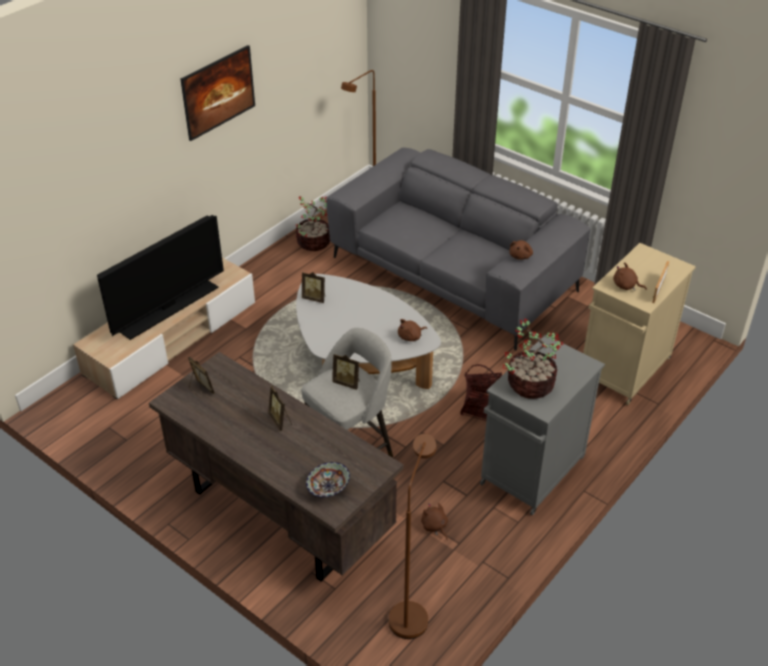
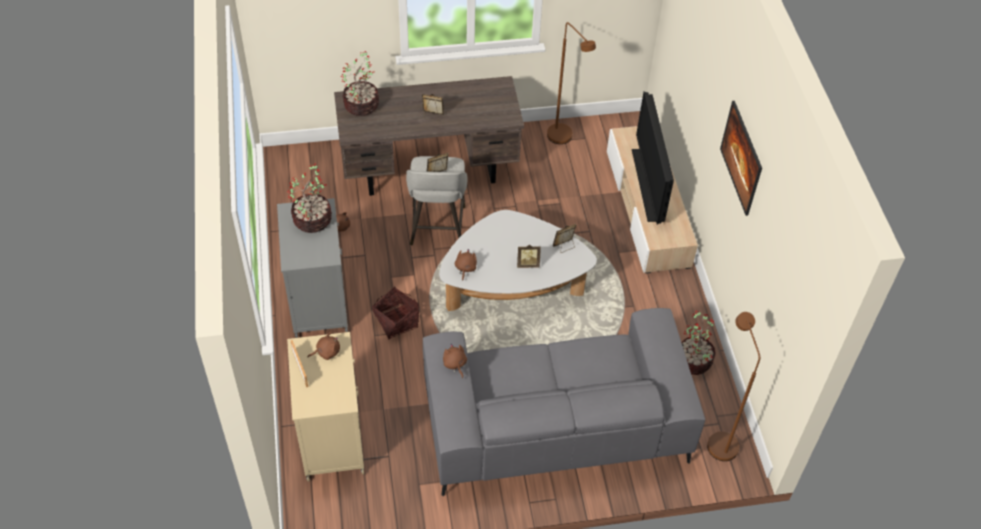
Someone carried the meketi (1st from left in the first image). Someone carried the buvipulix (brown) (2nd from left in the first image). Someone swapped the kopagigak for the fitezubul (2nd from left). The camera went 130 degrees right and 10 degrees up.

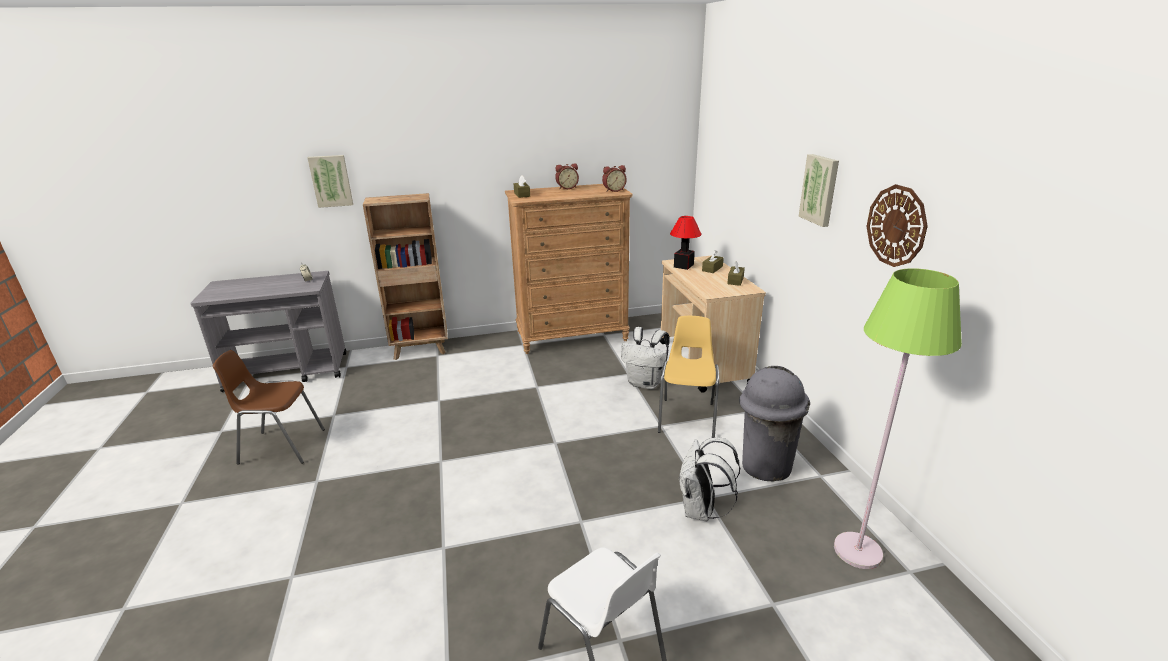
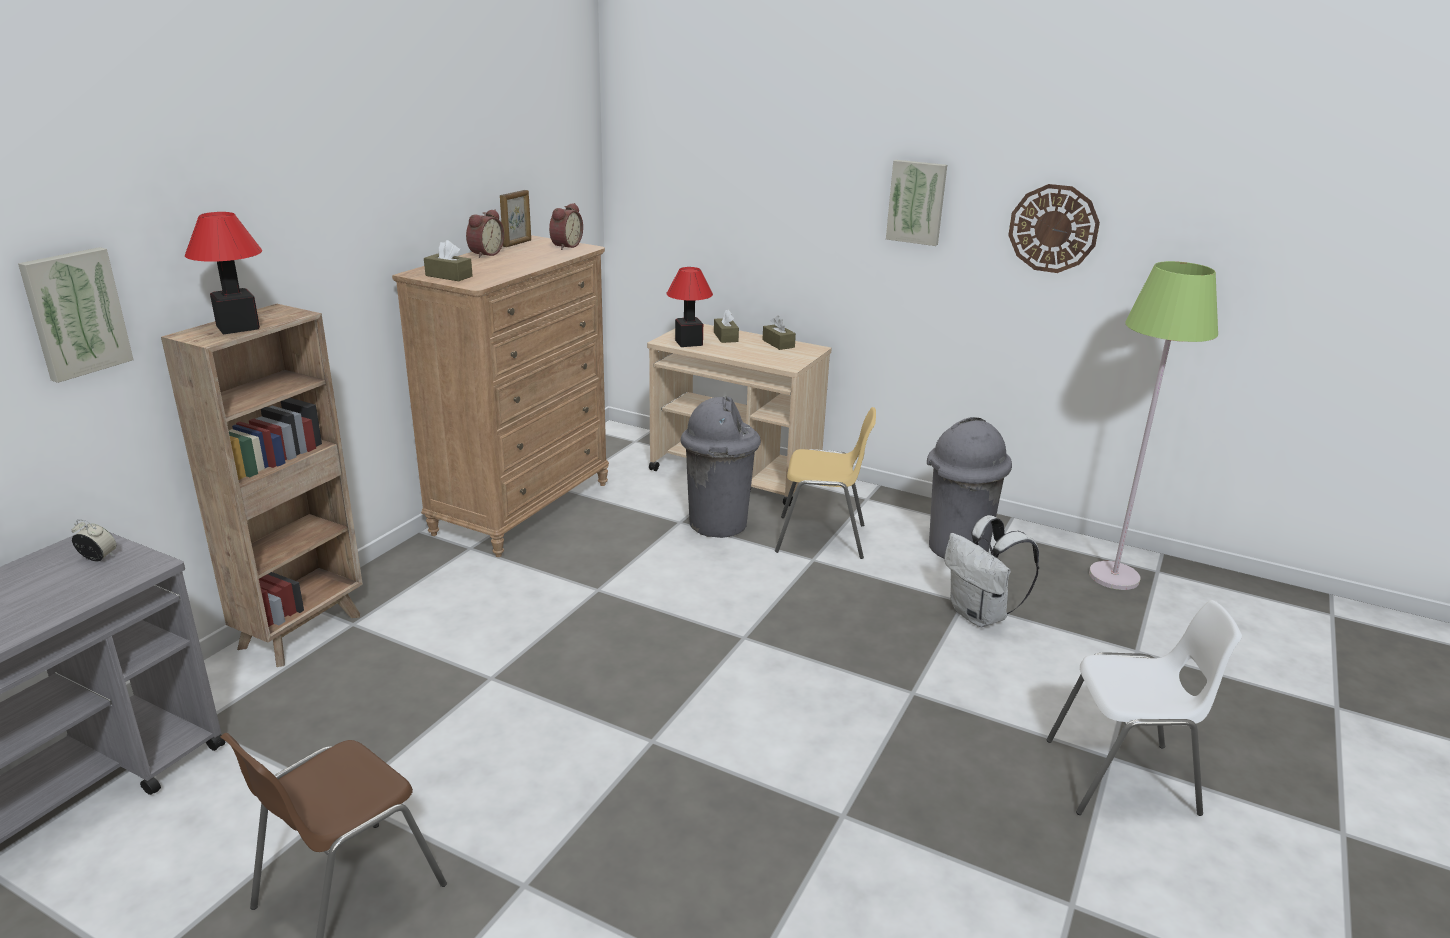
Someone rotated the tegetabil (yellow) by 135 degrees clockwise. Someone swapped the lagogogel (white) (1st from left) for the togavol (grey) (1st from left). Someone put down the meketi. Someone put down the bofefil (1st from left). The camera went 50 degrees left and 0 degrees up.

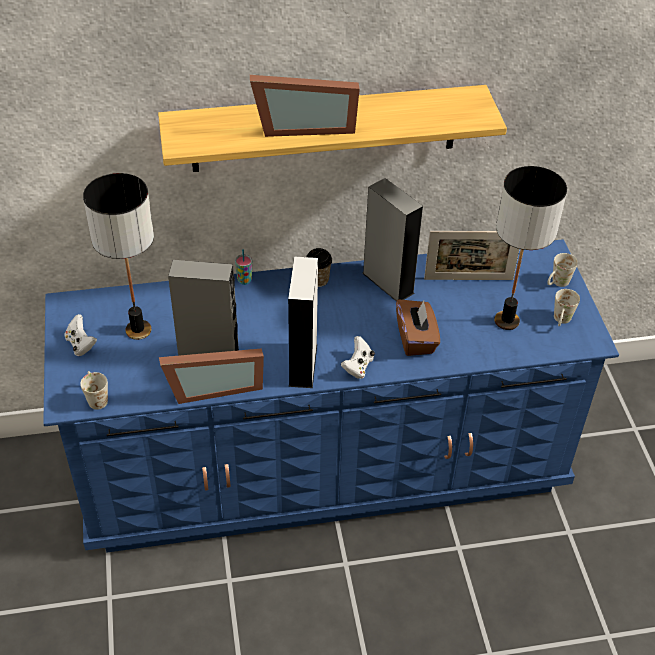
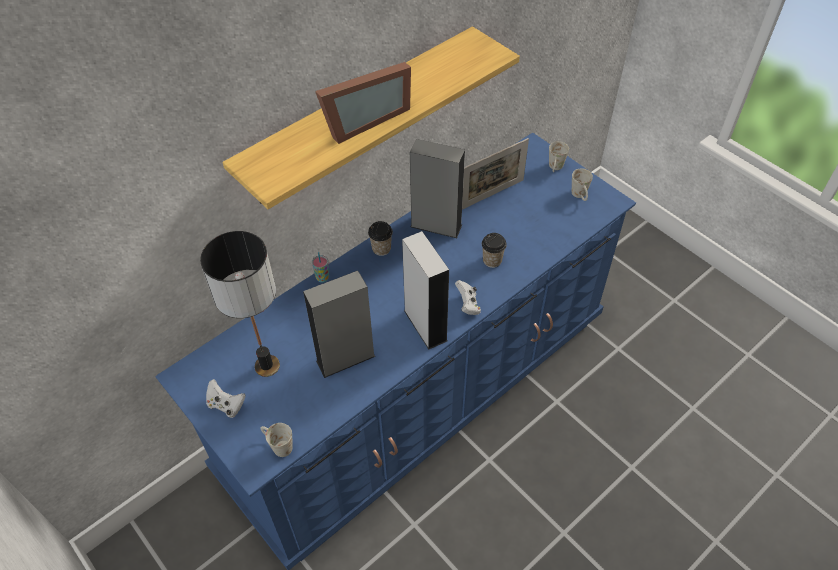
Someone took away the bofefil (2nd from left). Someone swapped the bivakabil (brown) for the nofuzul (3rd from left). Someone took away the meketi (1st from left). The camera went 30 degrees left and 5 degrees up.

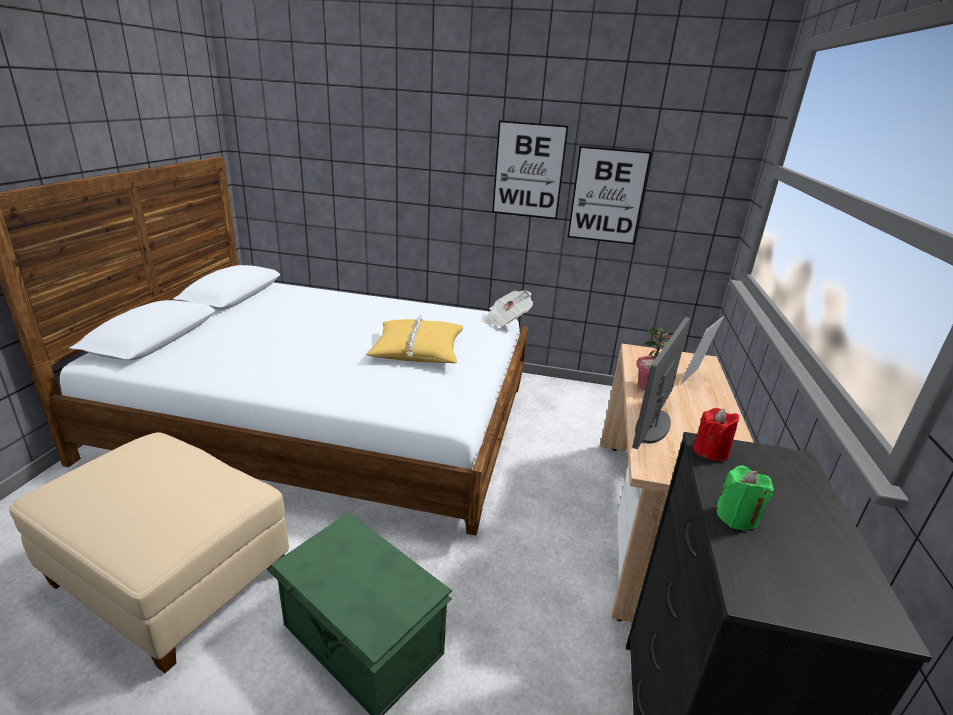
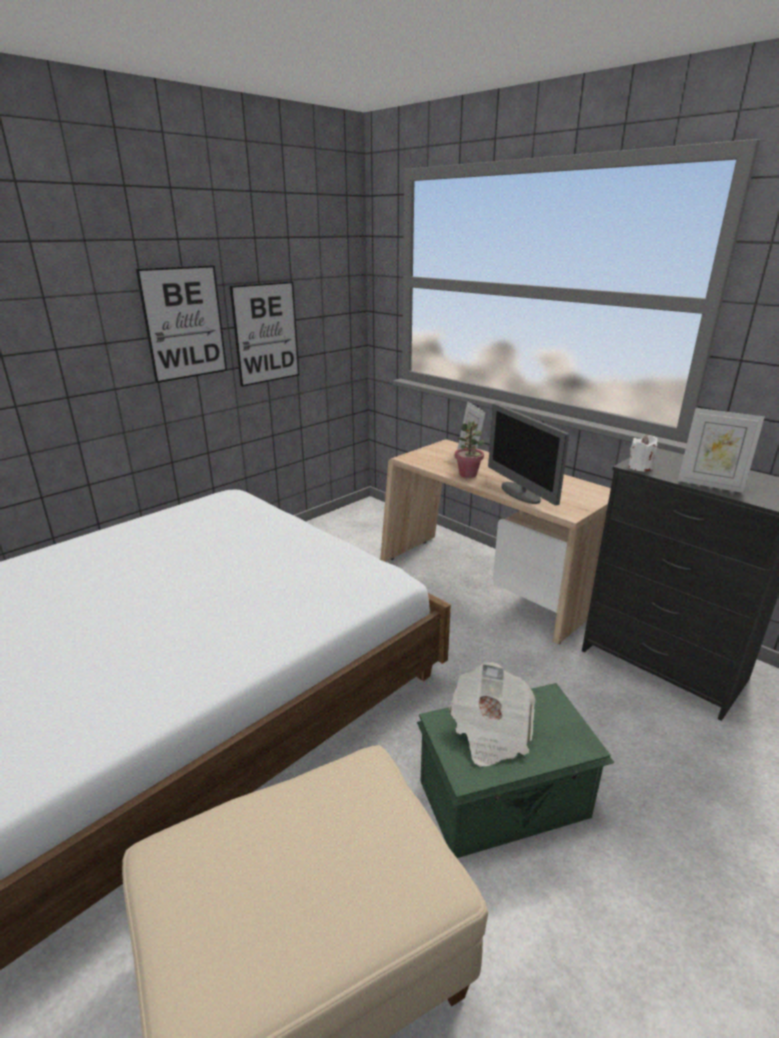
Someone carried the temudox. Someone took away the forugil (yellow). Someone repainted the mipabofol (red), which became the mipabofol (white). Someone swapped the mipabofol (green) for the meketi (2nd from left). The camera went 55 degrees left and 0 degrees up.

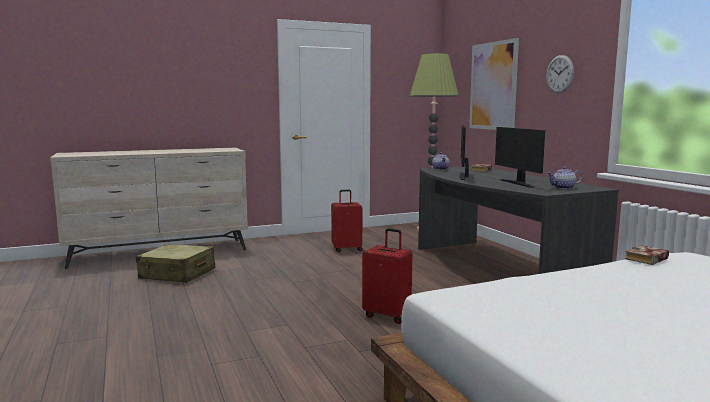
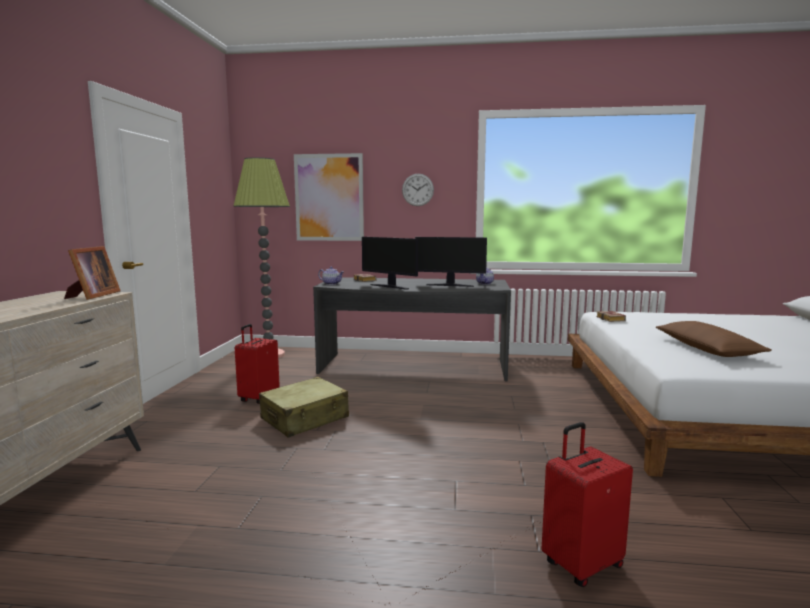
Someone carried the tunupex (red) (2nd from left). Someone carried the tunupex (beige). Someone put down the meketi. Someone put down the forugil (brown). The camera went 60 degrees left and 0 degrees up.

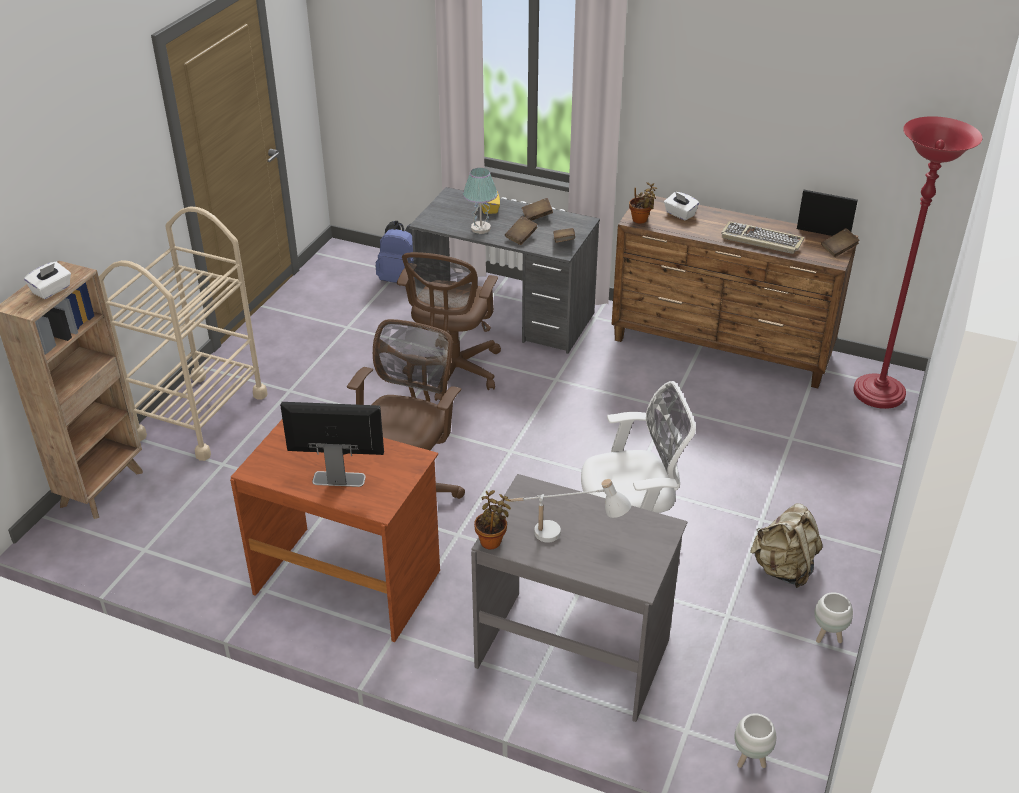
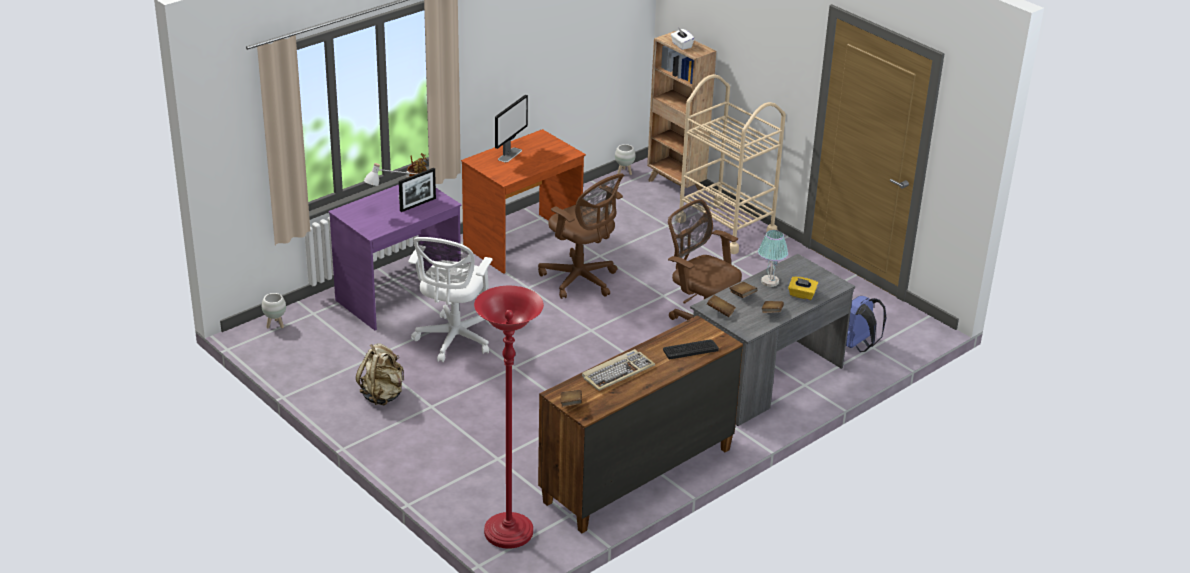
Someone took away the fitezubul (2nd from left). Someone carried the meketi. Someone swapped the bivakabil (white) (2nd from left) for the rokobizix (2nd from left). Someone repainted the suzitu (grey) (2nd from left), which became the suzitu (purple). Someone carried the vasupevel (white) (2nd from left). The camera went 115 degrees right and 5 degrees down.

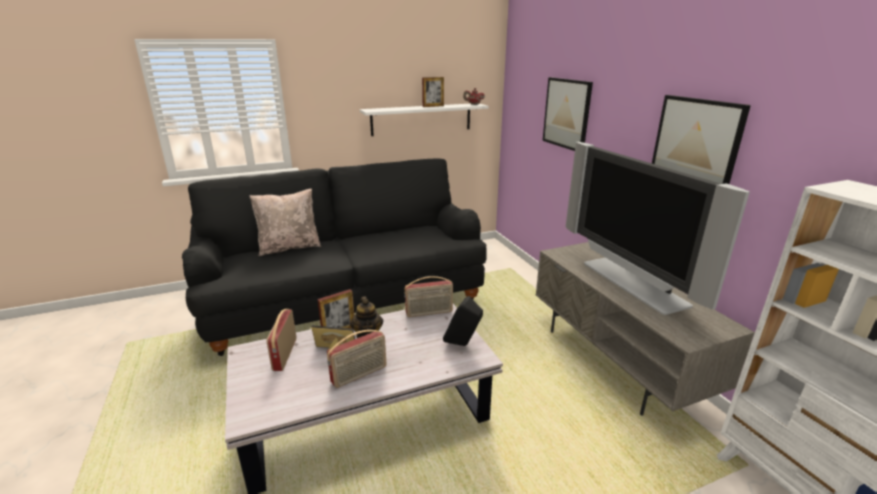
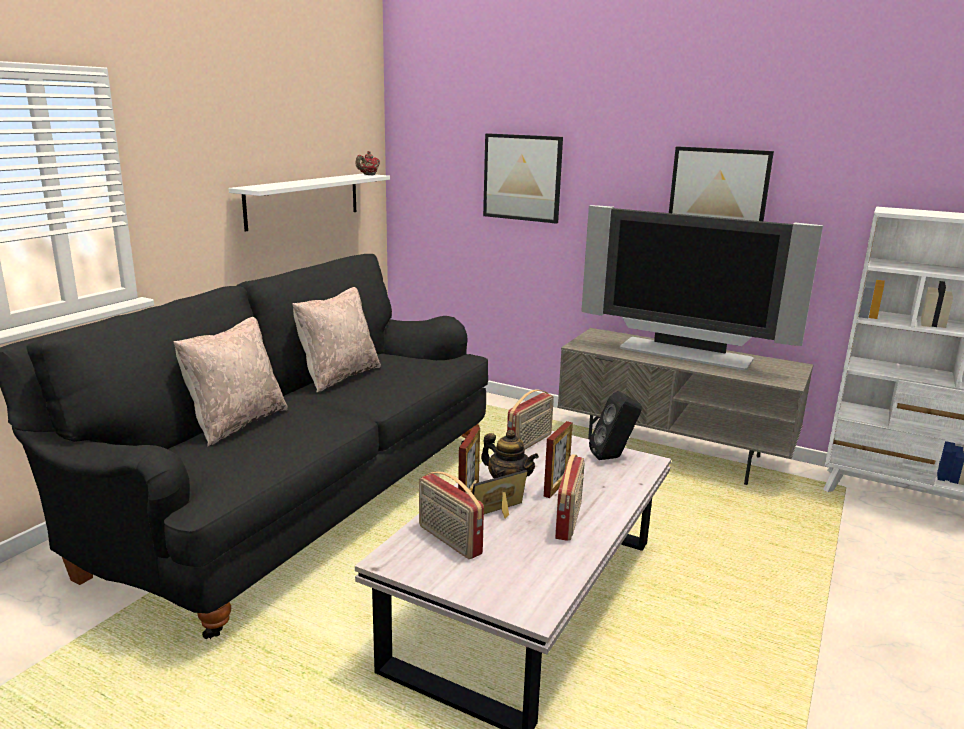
Someone carried the meketi (3rd from left). Someone put down the forugil (beige) (2nd from left). The camera went 40 degrees left and 5 degrees down.

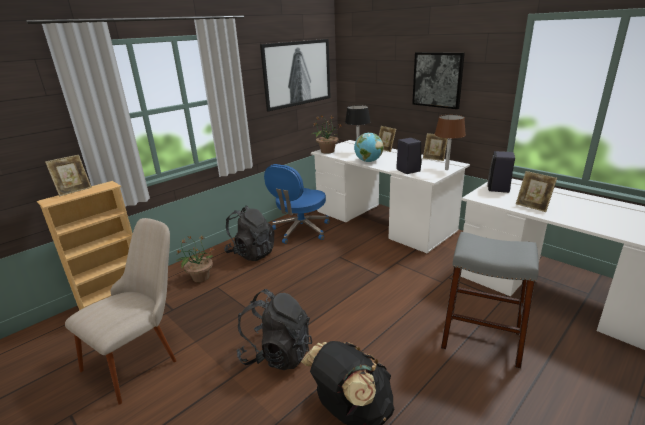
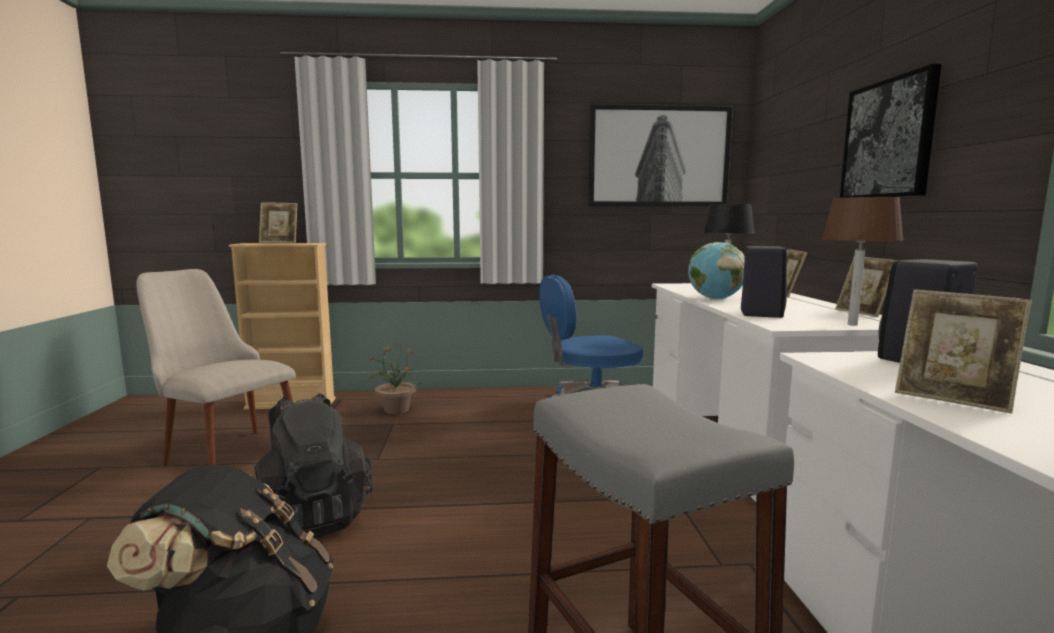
Someone took away the fitezubul (2nd from left). Someone rotated the meketi (4th from left) by 45 degrees counterclockwise. Someone took away the lagogogel (black) (1st from left). Someone rotated the tegetabil (beige) by 135 degrees counterclockwise. The camera went 40 degrees right and 15 degrees down.

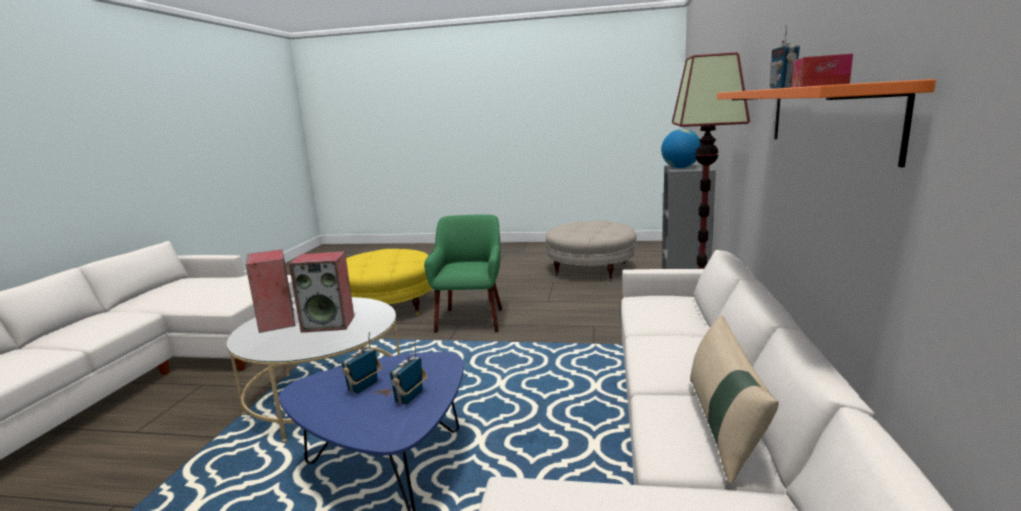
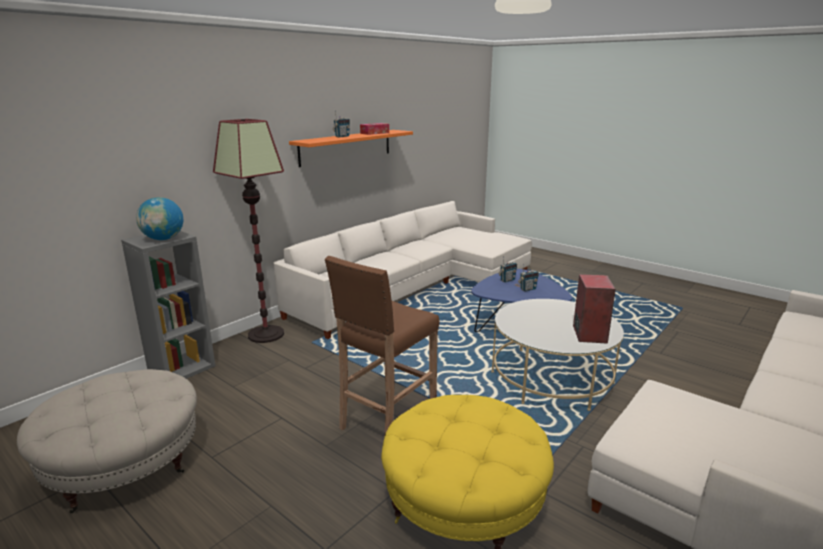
Someone swapped the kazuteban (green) for the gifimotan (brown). Someone took away the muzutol (2nd from left). Someone took away the forugil (beige). The camera went 150 degrees left and 5 degrees up.

